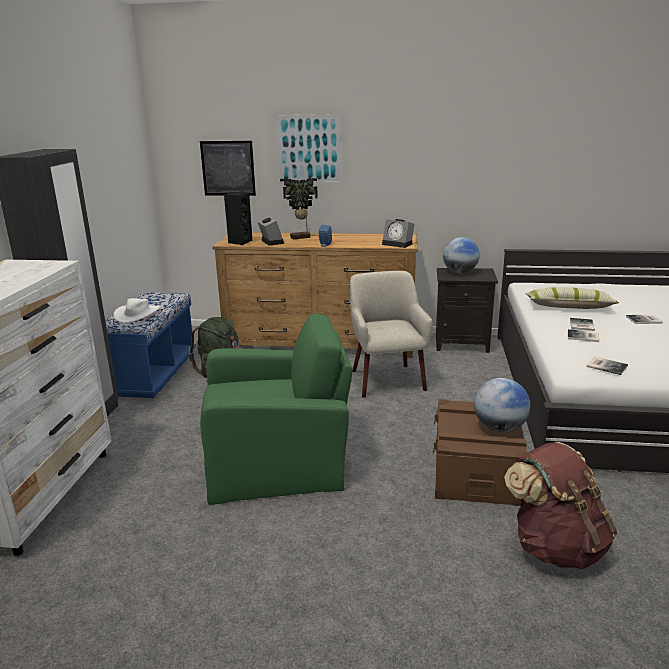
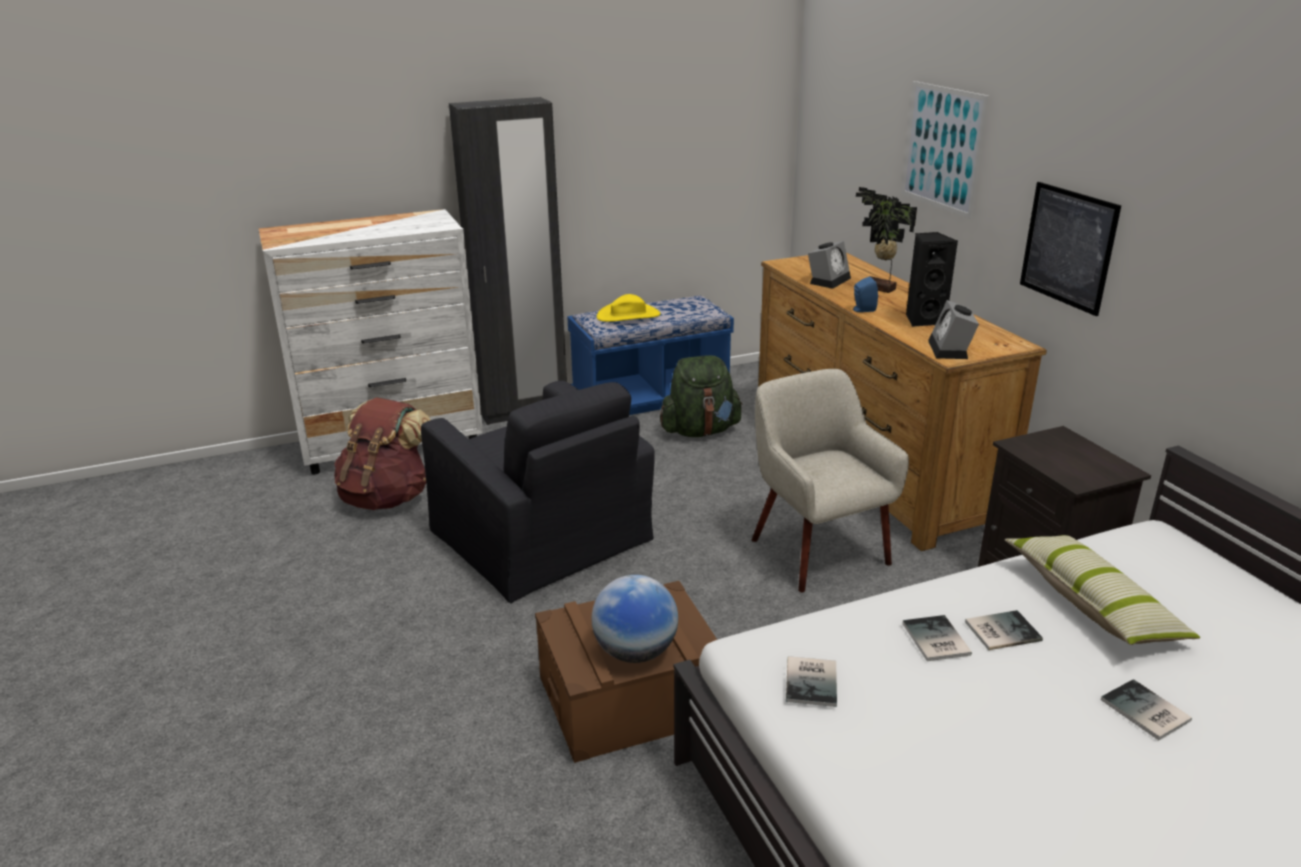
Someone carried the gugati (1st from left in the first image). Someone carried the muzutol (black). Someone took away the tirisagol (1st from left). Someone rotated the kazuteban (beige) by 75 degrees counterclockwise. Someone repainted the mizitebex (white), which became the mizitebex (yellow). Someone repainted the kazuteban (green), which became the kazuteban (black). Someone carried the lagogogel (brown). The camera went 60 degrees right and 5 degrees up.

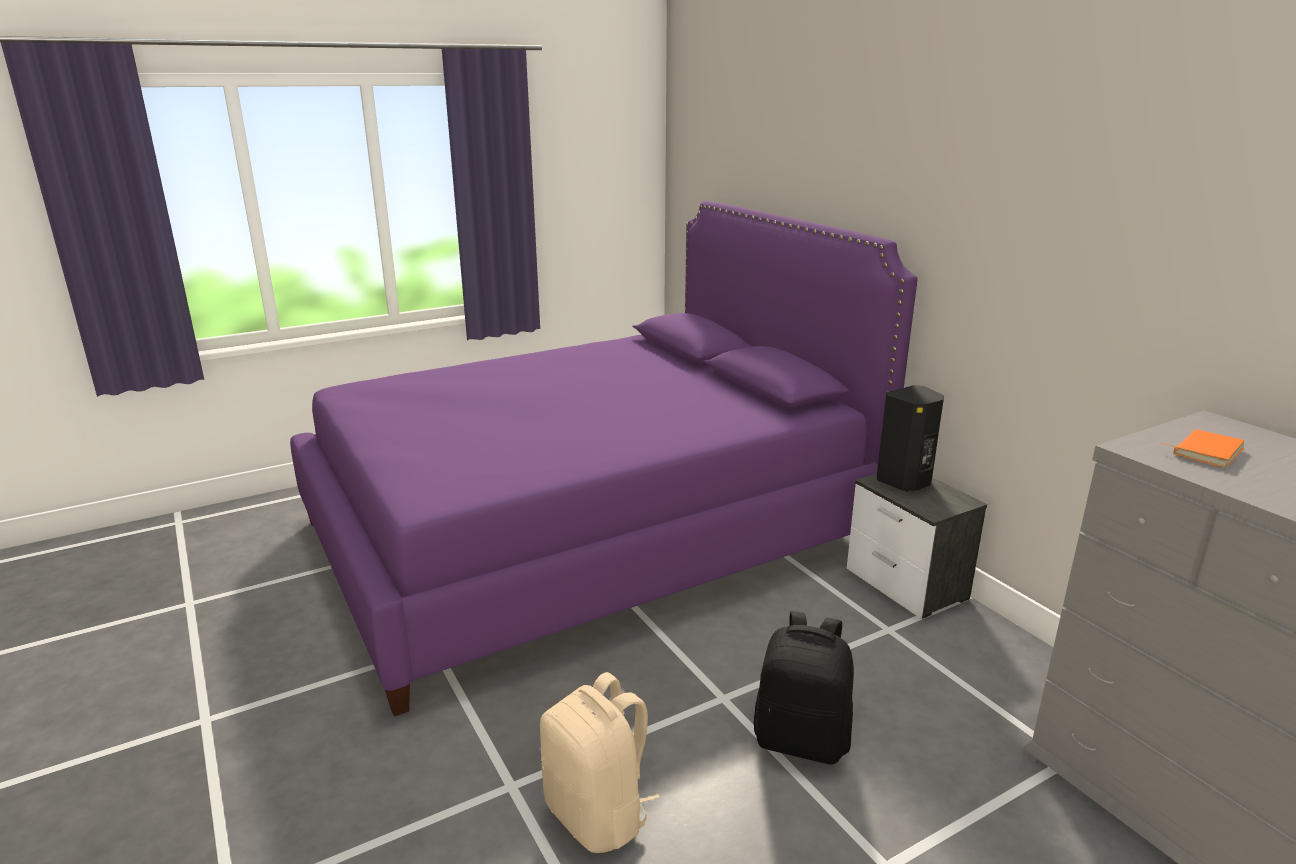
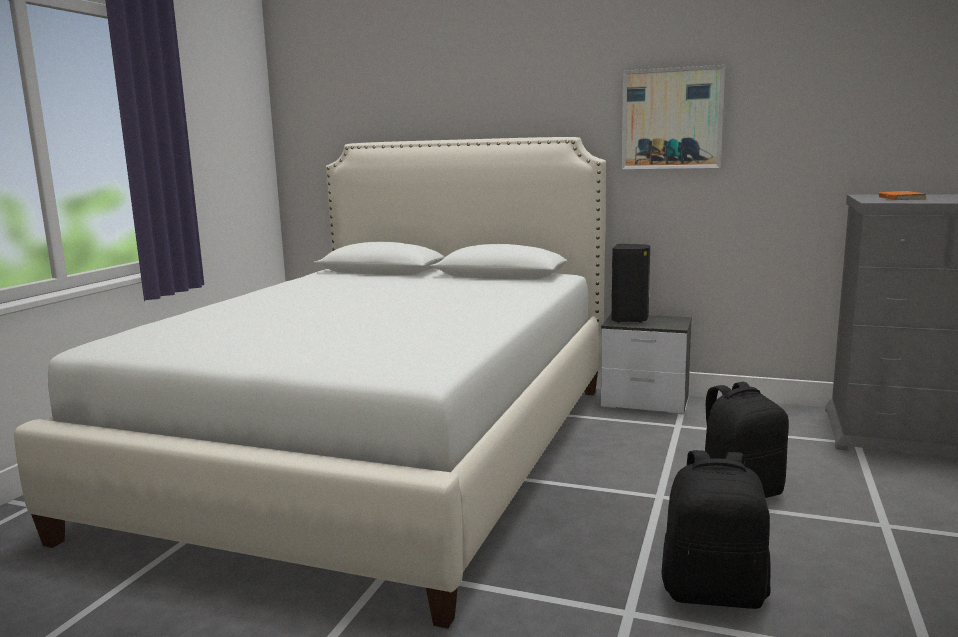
Someone repainted the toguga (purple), which became the toguga (white). Someone repainted the lagogogel (beige), which became the lagogogel (black) (1st from left). Someone put up the gugati. The camera went 40 degrees left and 10 degrees down.

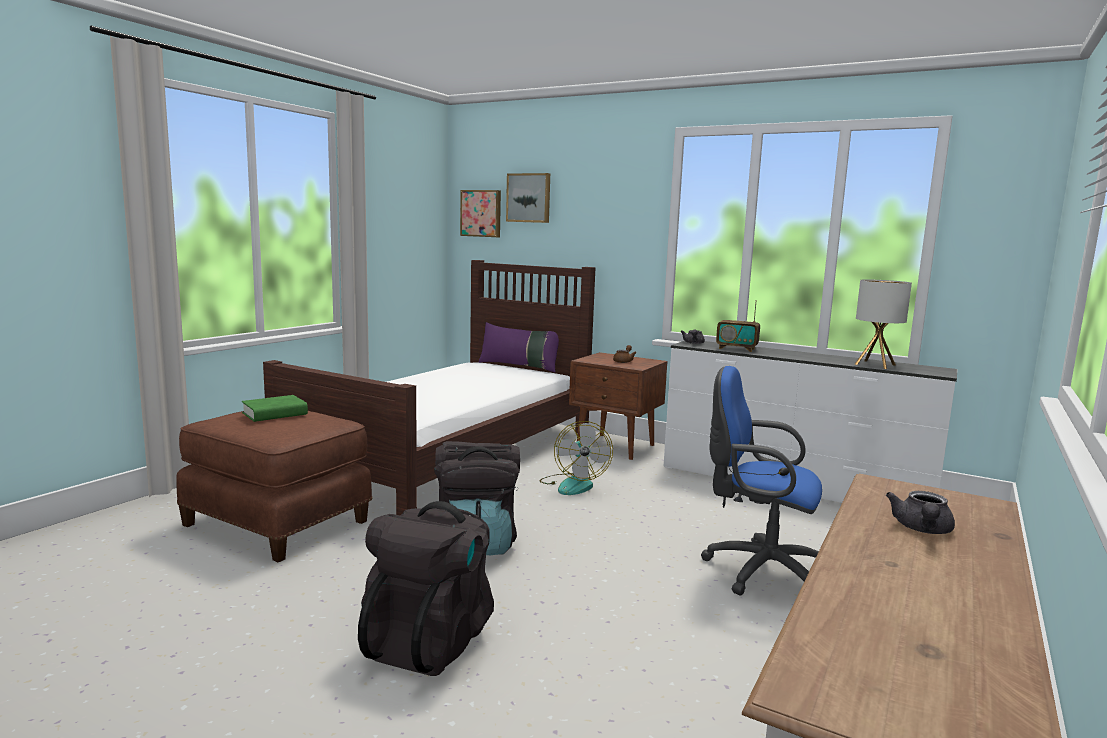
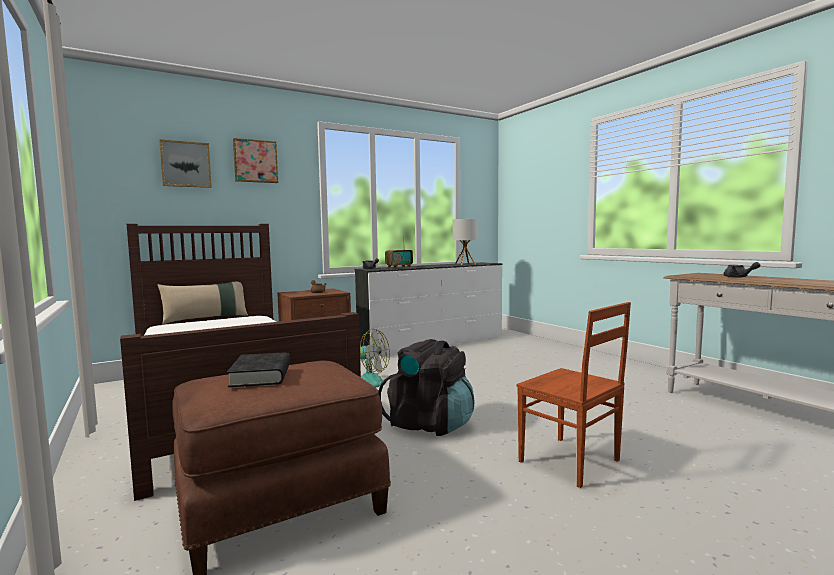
Someone carried the gugati (1st from left in the first image). Someone repainted the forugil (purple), which became the forugil (beige). Someone took away the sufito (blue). Someone repainted the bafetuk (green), which became the bafetuk (black). Someone swapped the lagogogel (black) (1st from left) for the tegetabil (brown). The camera went 60 degrees left and 5 degrees down.

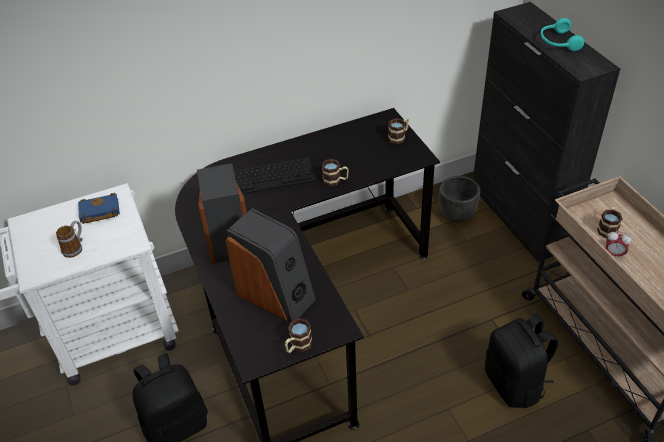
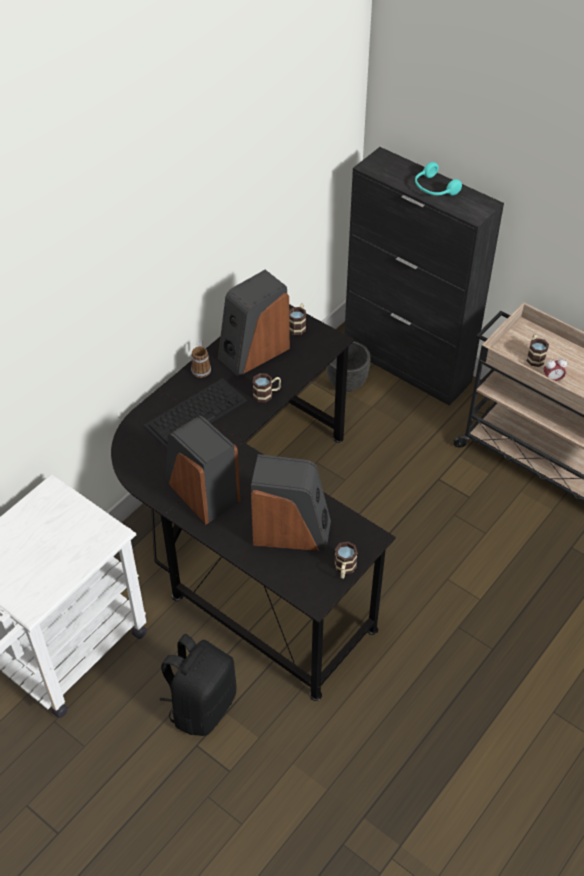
Someone took away the bafetuk (blue). Someone carried the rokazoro (1st from left). Someone took away the lagogogel (black) (2nd from left). Someone put down the muzutol (2nd from left). The camera went 30 degrees left and 5 degrees up.

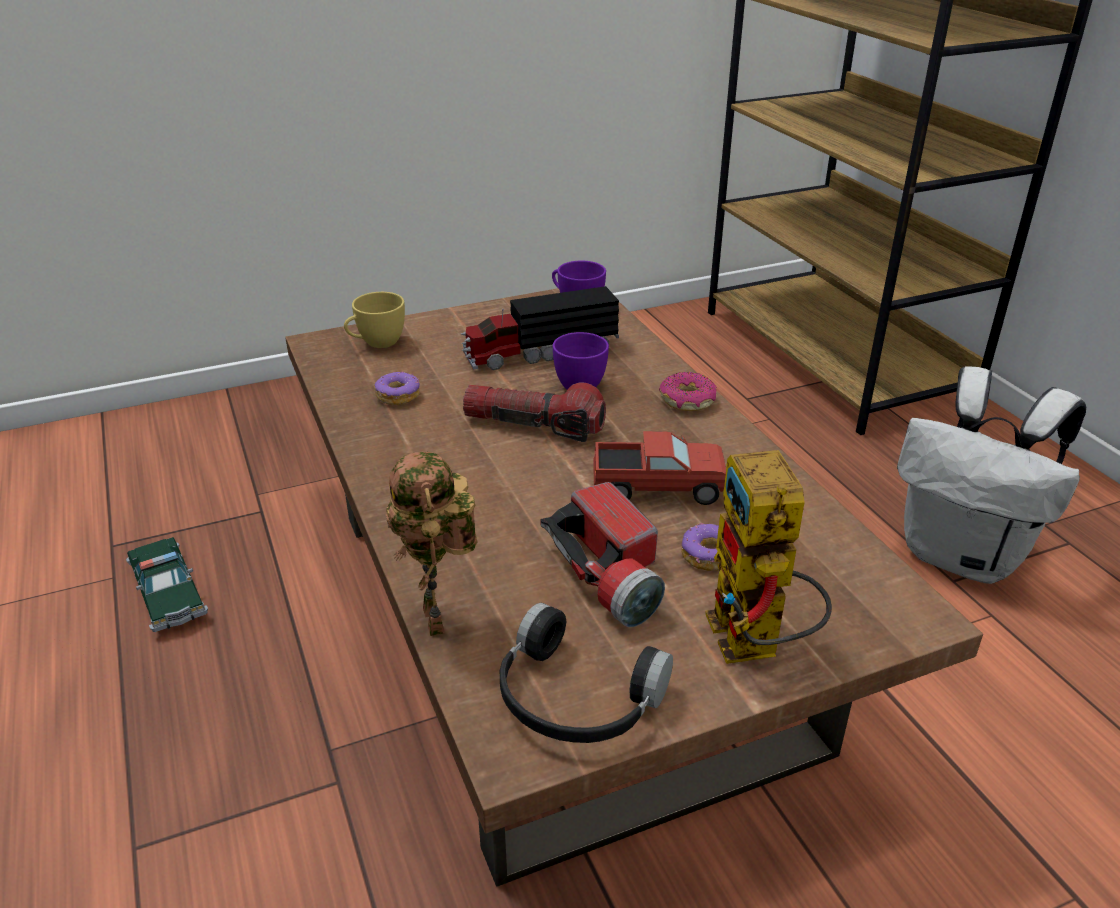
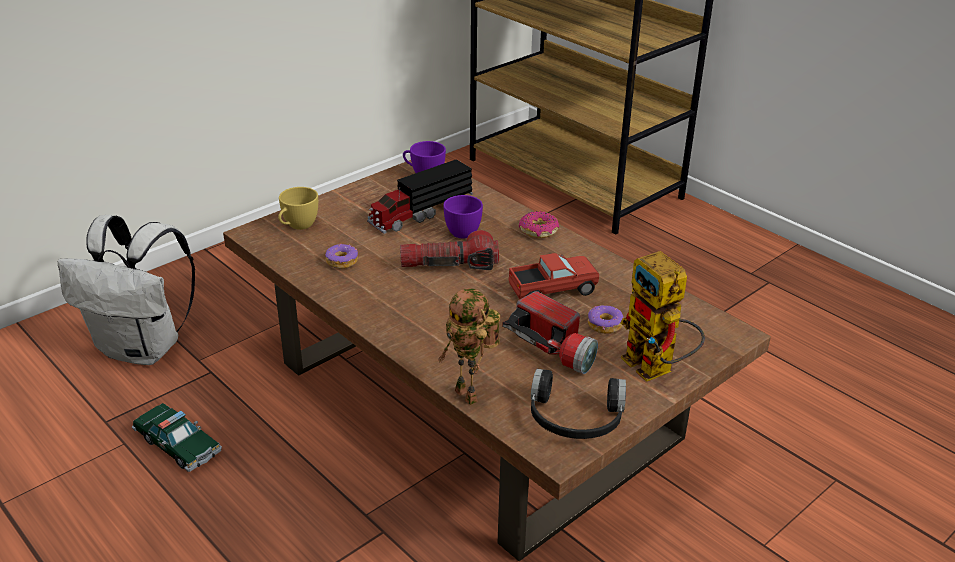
Someone carried the lagogogel (white). The camera went 20 degrees left and 0 degrees up.

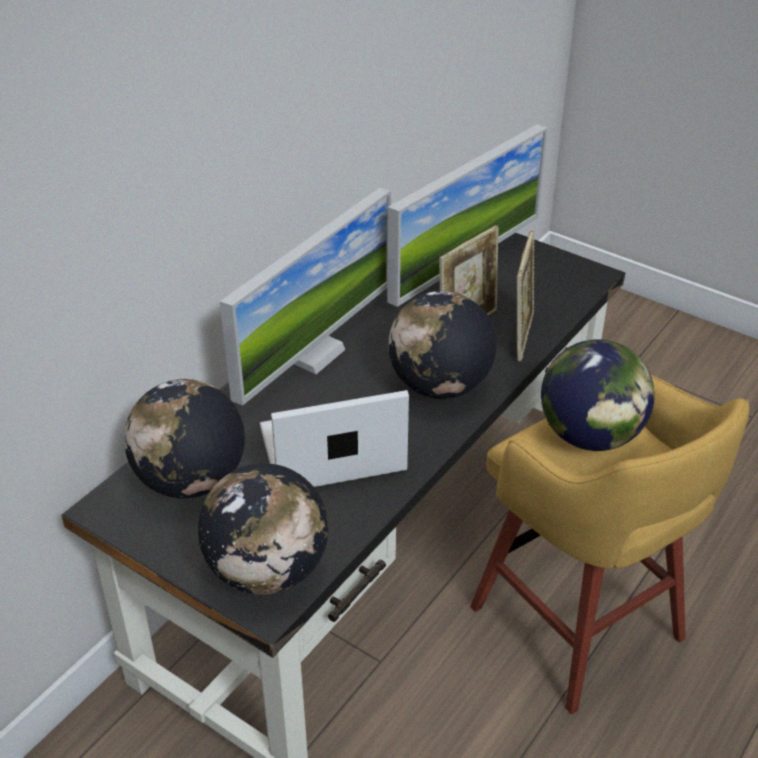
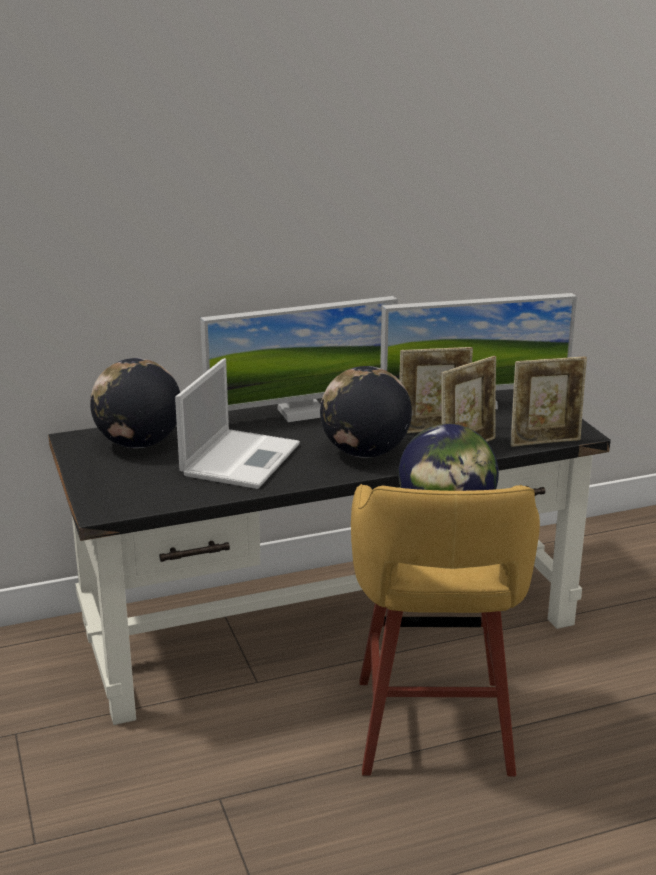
Someone rotated the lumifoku by 90 degrees clockwise. Someone took away the tirisagol (2nd from left). Someone put down the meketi (3rd from left). The camera went 35 degrees right and 15 degrees down.

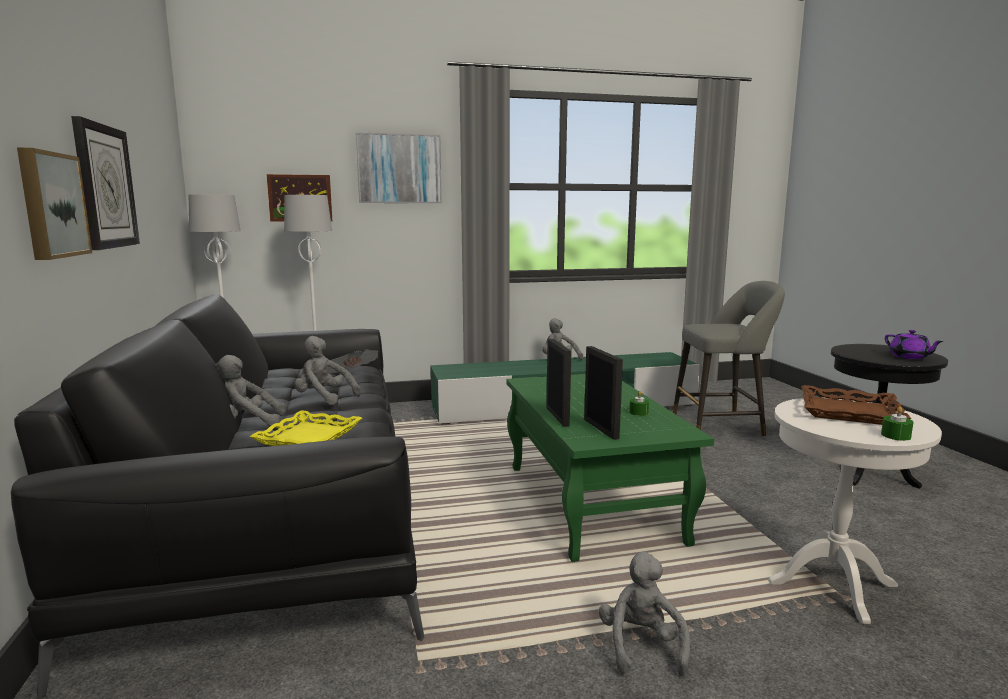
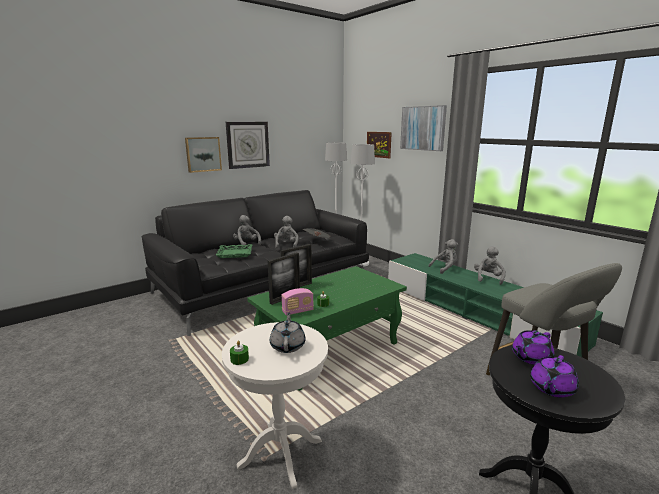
Someone swapped the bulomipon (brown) for the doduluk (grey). Someone repainted the bulomipon (yellow), which became the bulomipon (green). Someone carried the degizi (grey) (4th from left in the first image). Someone put down the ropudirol. Someone put down the doduluk (purple) (1st from left). The camera went 65 degrees right and 5 degrees up.

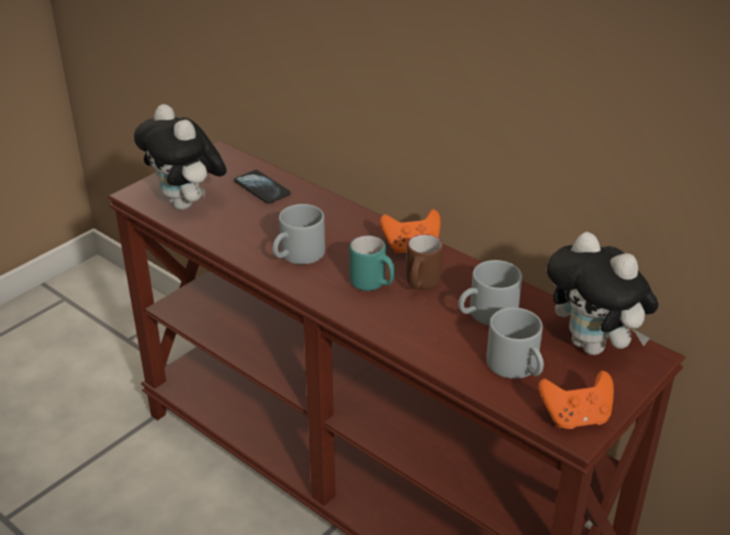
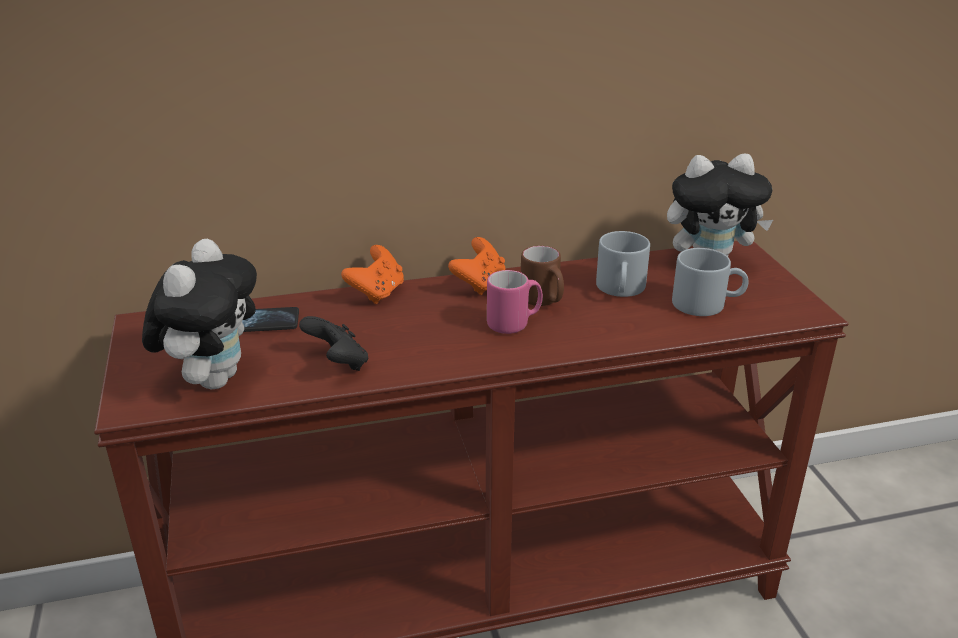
Someone rotated the degizi (1st from left) by 75 degrees counterclockwise. Someone took away the rokazoro (grey) (1st from left). Someone repainted the rokazoro (turquoise), which became the rokazoro (pink). Someone carried the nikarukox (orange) (2nd from left in the first image). Someone put down the nikarukox (black). The camera went 55 degrees left and 5 degrees down.

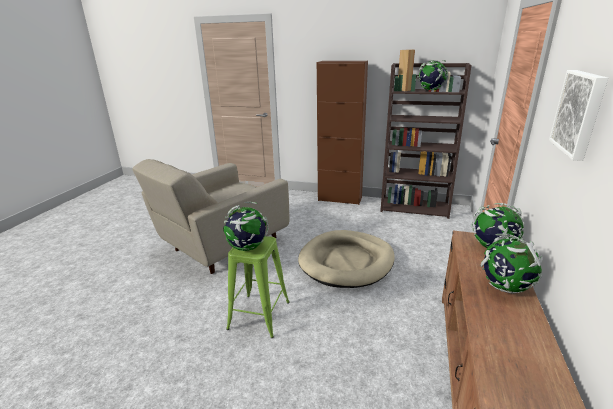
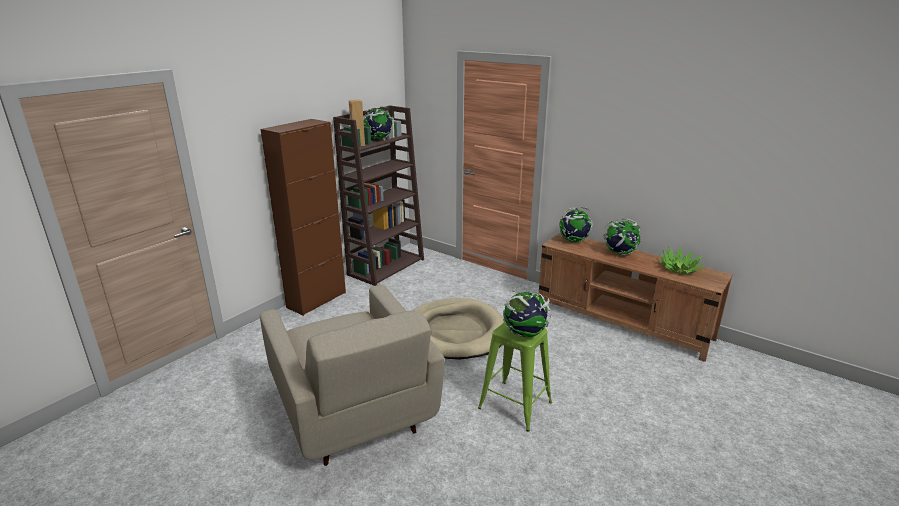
Someone took away the gugati. Someone put down the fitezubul. The camera went 70 degrees left and 0 degrees up.

